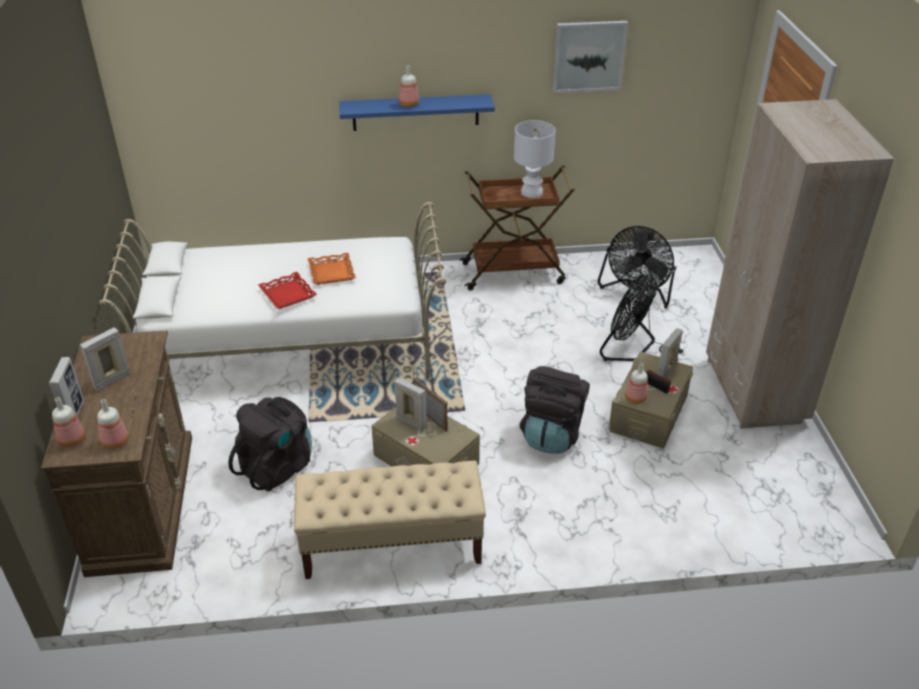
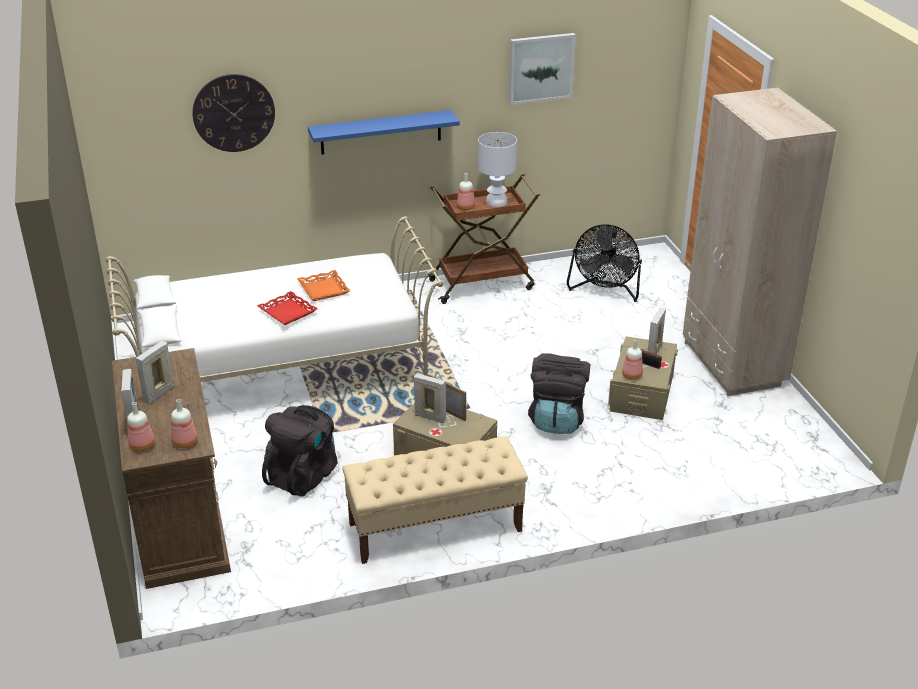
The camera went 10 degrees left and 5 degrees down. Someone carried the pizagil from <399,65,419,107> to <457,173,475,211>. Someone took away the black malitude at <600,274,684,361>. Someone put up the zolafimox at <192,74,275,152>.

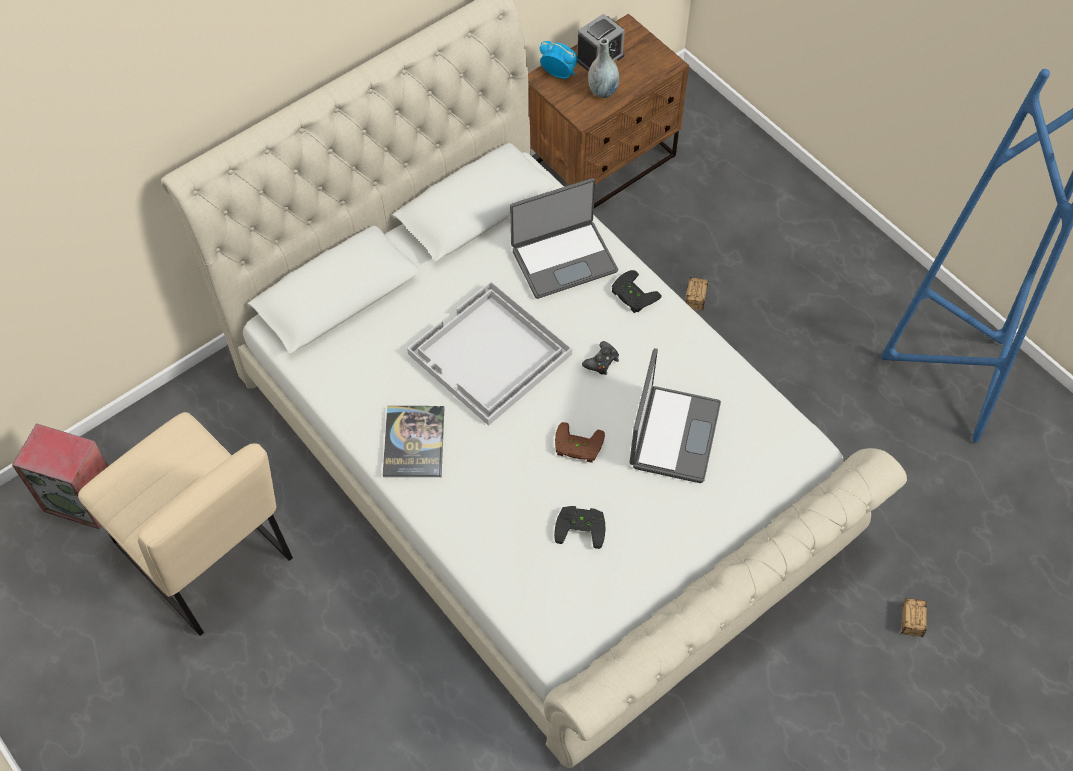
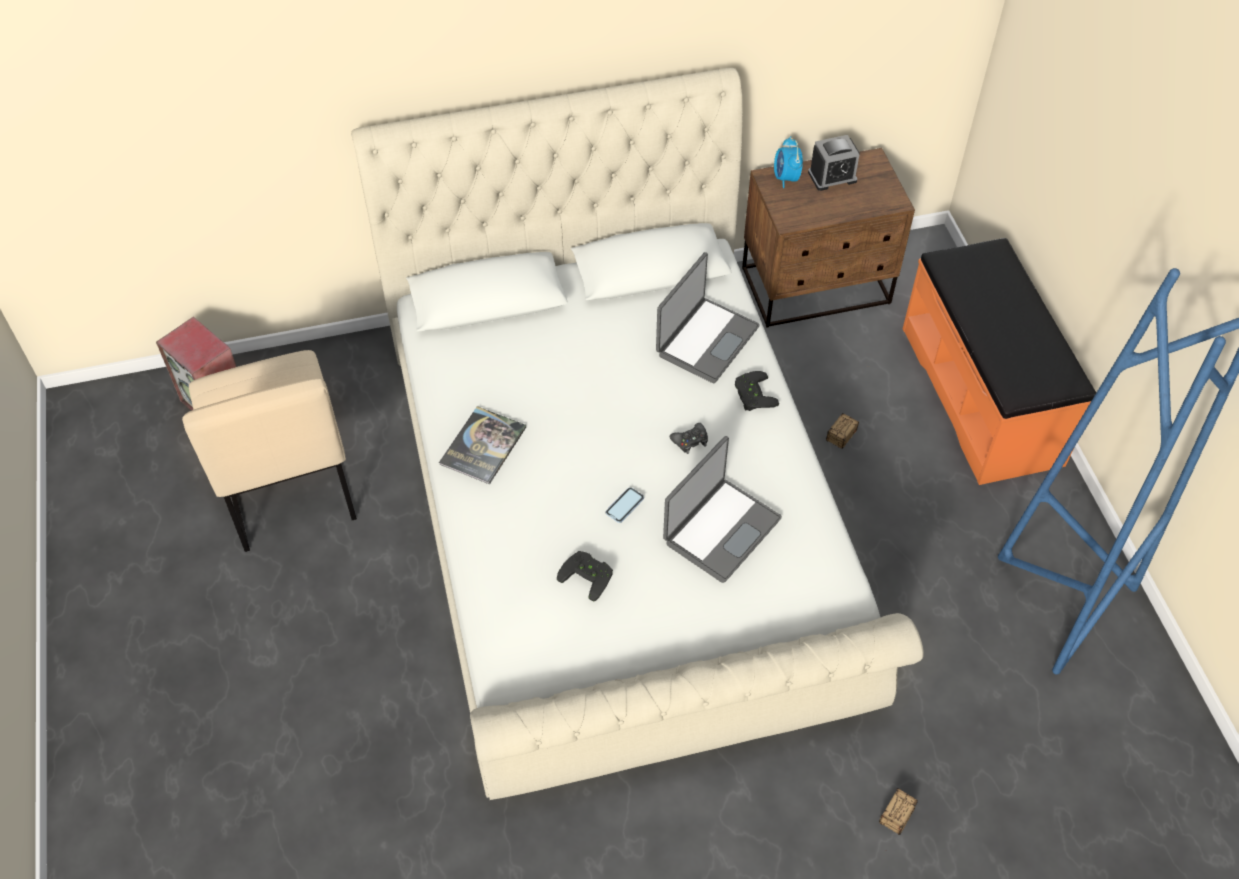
The camera went 25 degrees right and 5 degrees down. Someone took away the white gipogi at <407,281,572,426>. Someone rotated the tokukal at <510,178,618,299> by 60 degrees counterclockwise. Someone rotated the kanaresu at <540,41,577,79> by 150 degrees counterclockwise. Someone swapped the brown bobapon at <555,422,605,463> for the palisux at <606,487,644,523>. Someone took away the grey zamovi at <588,38,620,98>. Someone put down the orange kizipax at <903,238,1096,485>.

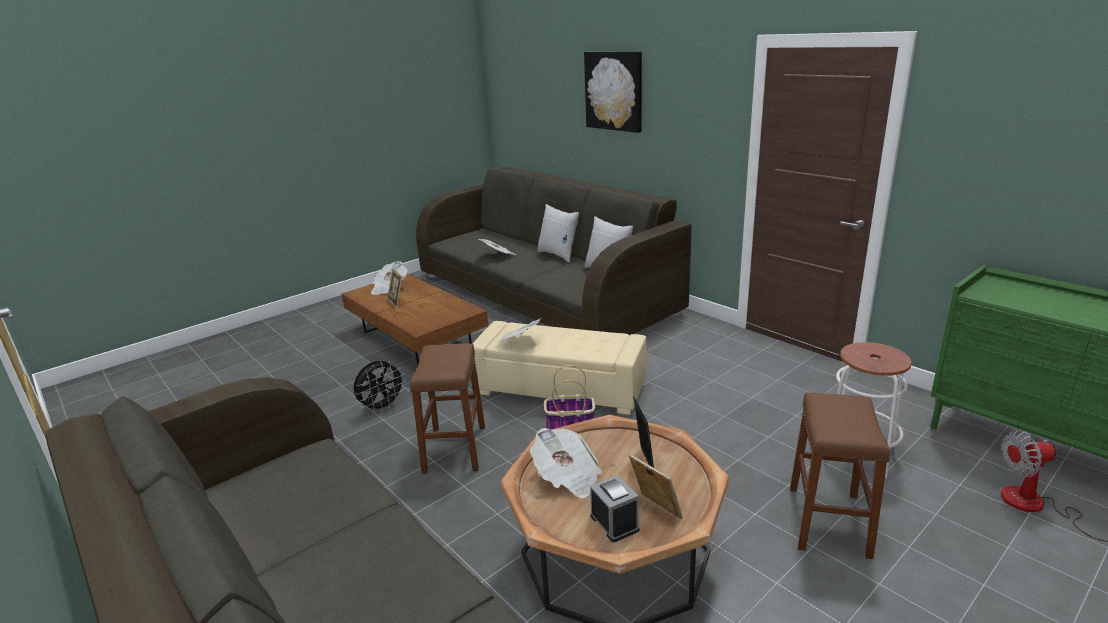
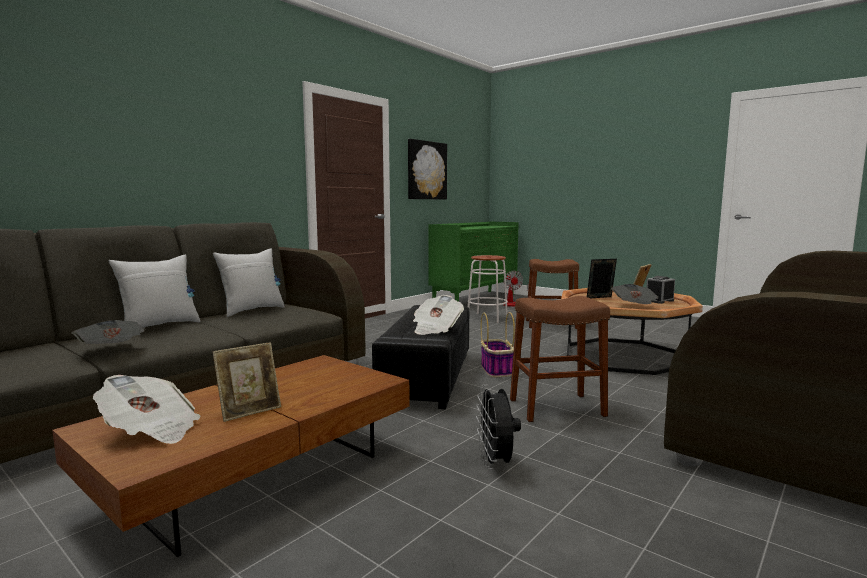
The camera went 100 degrees left and 15 degrees down. Someone rotated the black malitude at <354,361,406,413> by 135 degrees counterclockwise. Someone repainted the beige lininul at <472,321,646,415>, which became the black lininul at <372,305,469,409>. Someone carried the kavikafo from <584,51,642,133> to <408,139,447,200>.

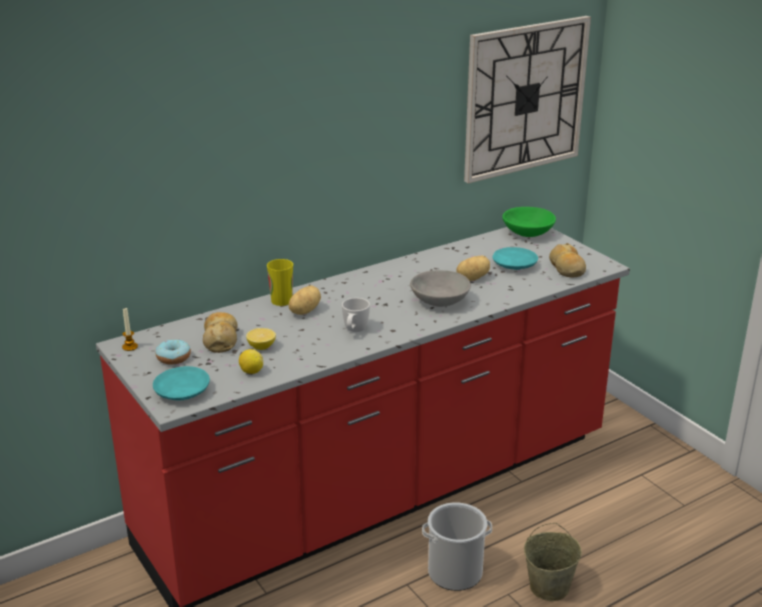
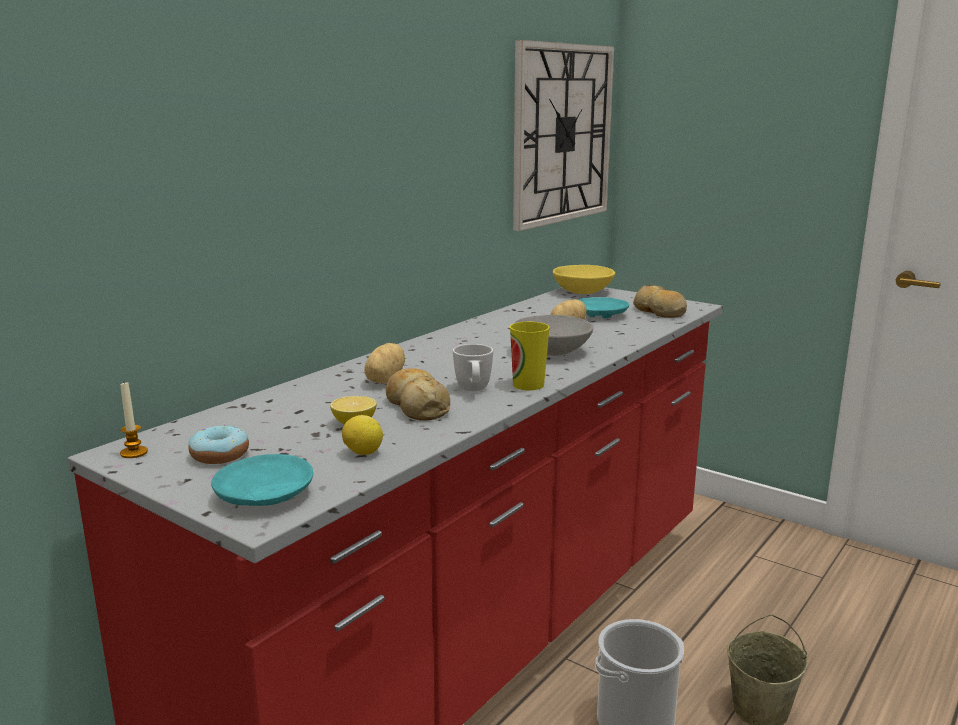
The camera went 20 degrees left and 10 degrees down. Someone carried the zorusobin from <203,312,238,353> to <386,369,450,421>. Someone carried the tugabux from <267,259,293,306> to <510,322,550,390>. Someone repainted the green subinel at <502,207,556,237>, which became the yellow subinel at <553,265,615,294>.

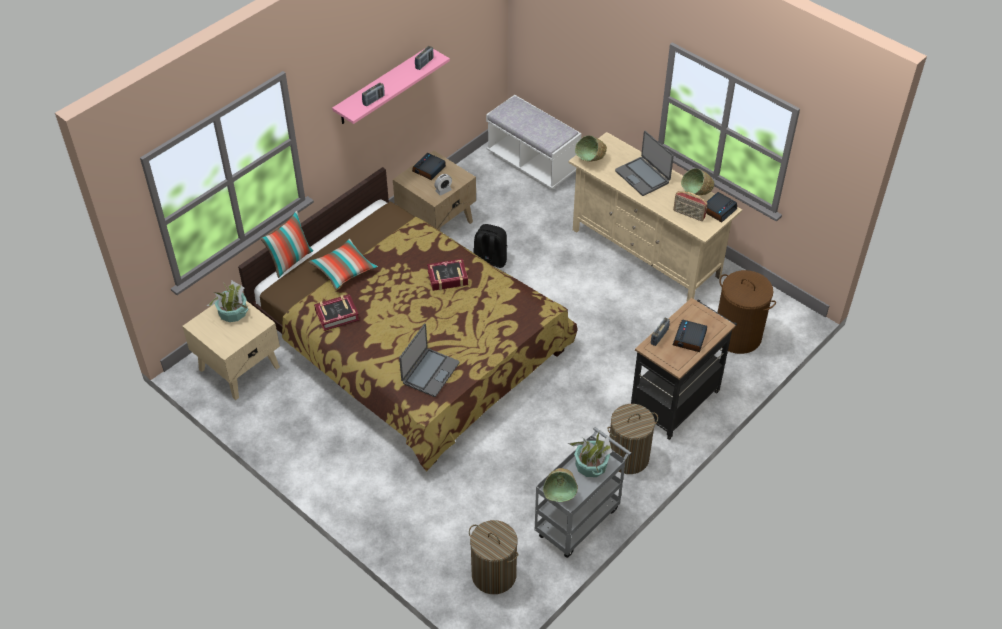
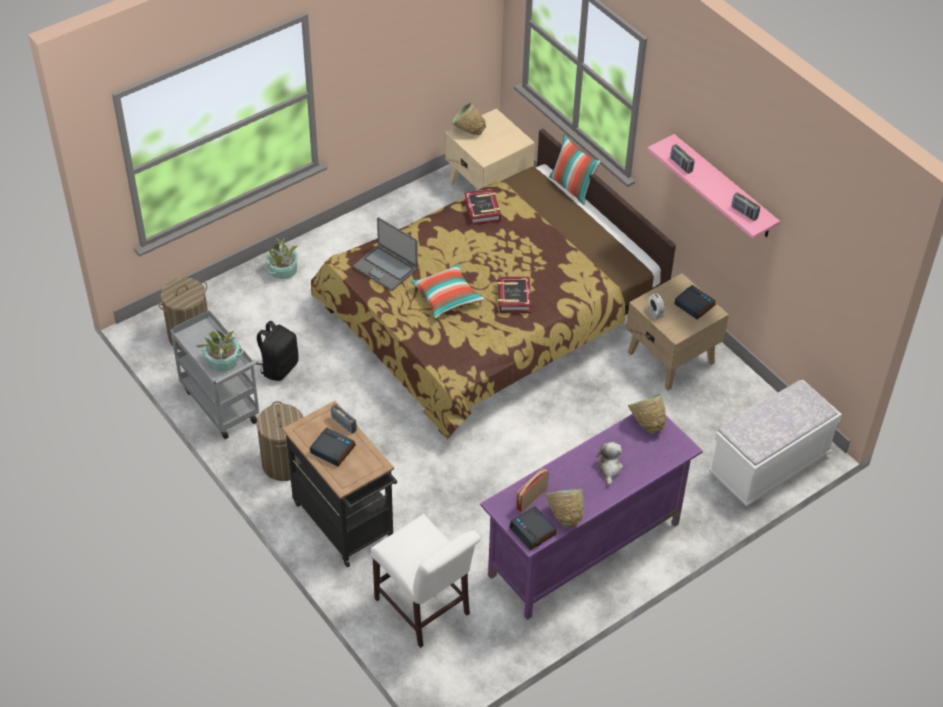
The camera went 100 degrees right and 0 degrees up. Someone carried the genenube from <207,280,249,322> to <266,239,298,280>. Someone carried the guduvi from <309,239,378,289> to <411,263,485,318>. Someone carried the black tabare from <473,224,507,268> to <257,321,299,381>. Someone carried the green subinel from <543,468,578,502> to <452,103,486,135>. Someone repainted the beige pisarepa at <569,132,742,301>, which became the purple pisarepa at <480,414,703,620>. Someone swapped the tokukal at <615,131,674,196> for the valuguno at <596,442,623,486>. Someone swapped the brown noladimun at <717,270,776,354> for the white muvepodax at <371,514,480,648>.

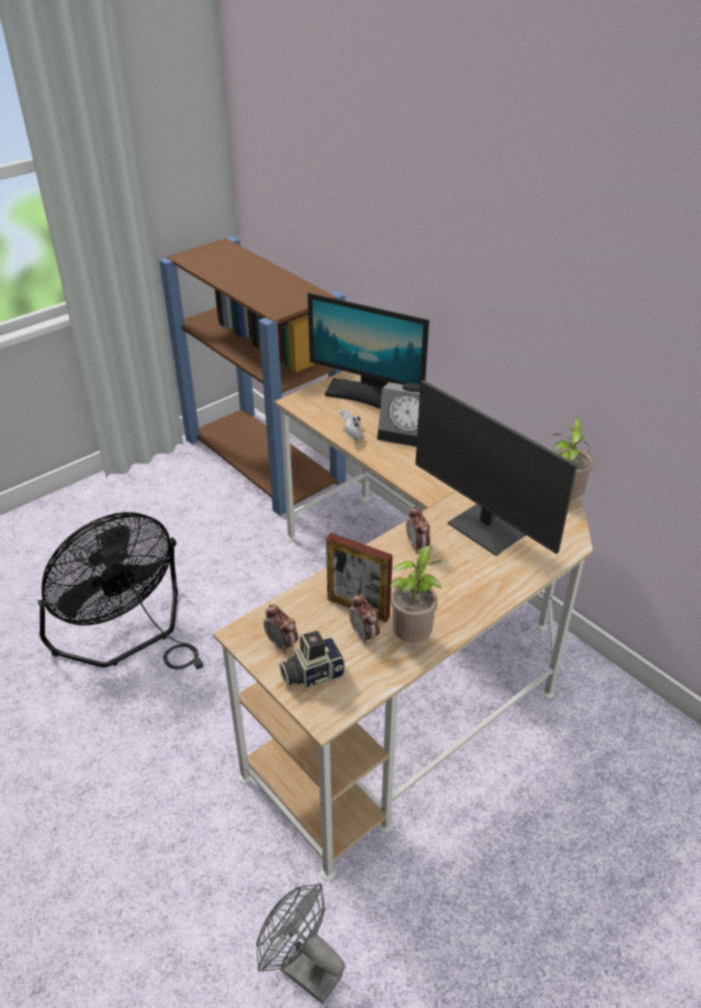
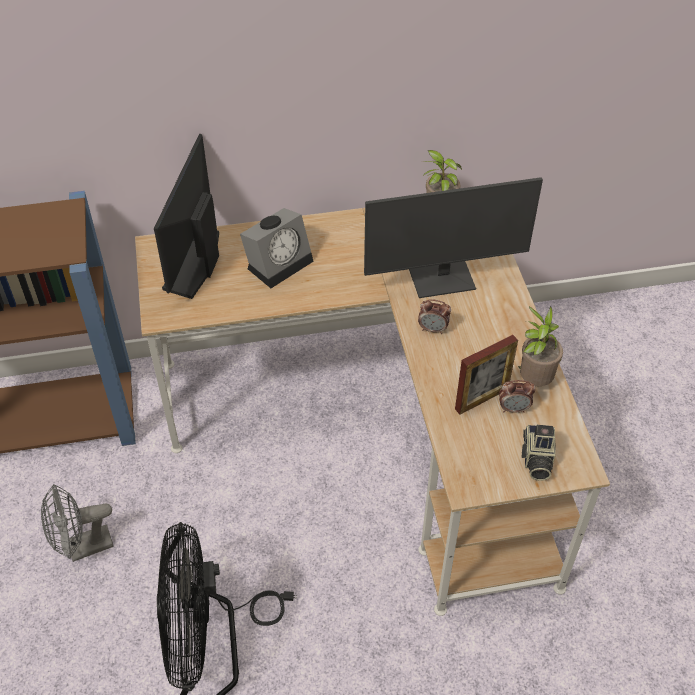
The camera went 60 degrees left and 10 degrees up. Someone carried the grey malitude from <256,883,345,1004> to <41,484,114,562>. Someone took away the kanaresu at <264,604,298,654>. Someone rotated the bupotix at <308,293,429,409> by 135 degrees clockwise. Someone took away the white bobapon at <339,409,364,440>.

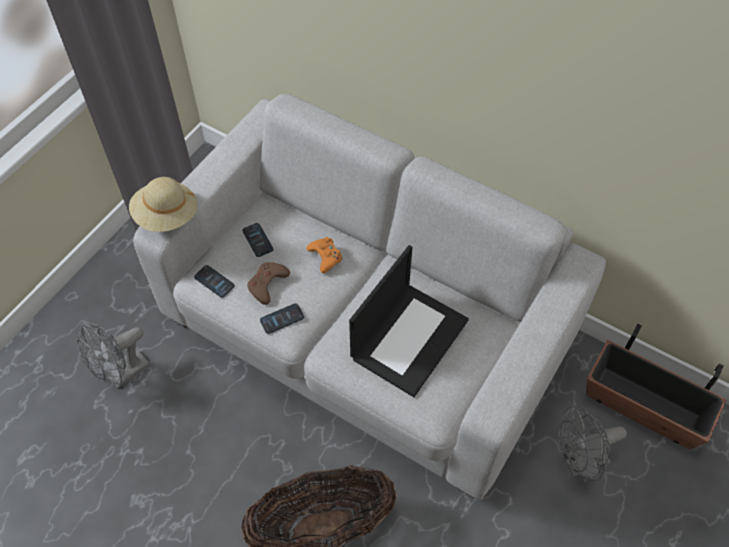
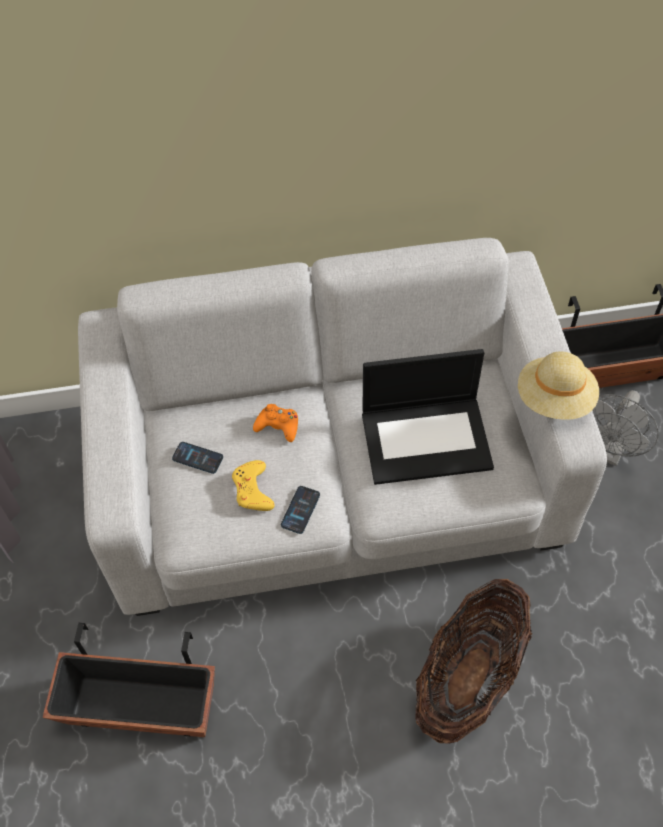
The camera went 40 degrees left and 0 degrees up. Someone swapped the grey malitude at <77,323,150,388> for the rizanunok at <43,623,215,737>. Someone carried the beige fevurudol from <129,177,197,232> to <518,351,599,420>. Someone took away the palisux at <194,265,235,298>. Someone repainted the brown bobapon at <247,262,290,305>, which became the yellow bobapon at <232,460,275,511>. Someone rotated the tokukal at <349,245,469,397> by 90 degrees clockwise.

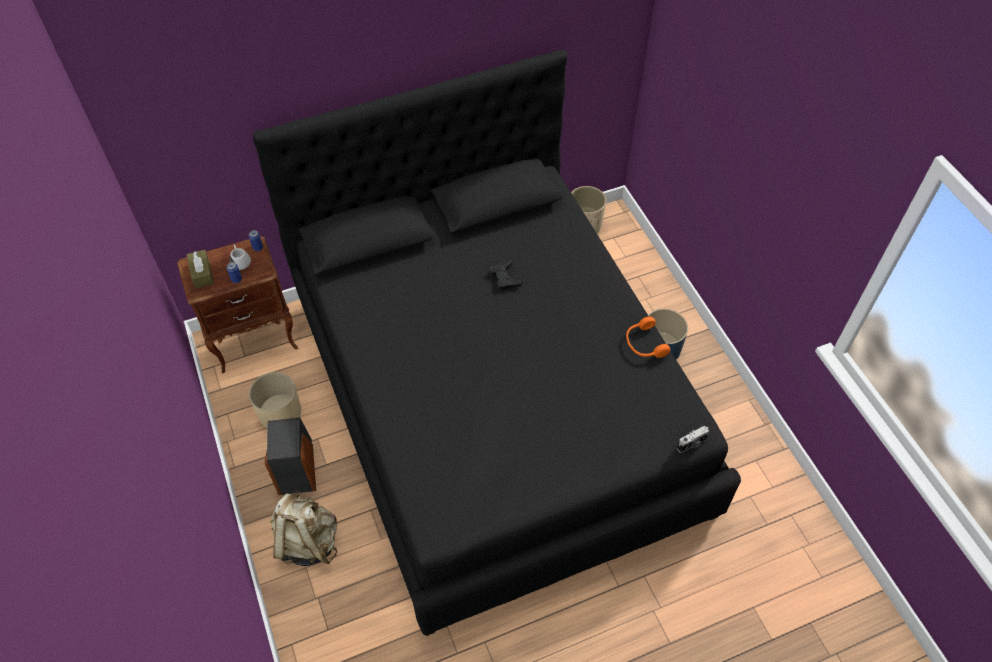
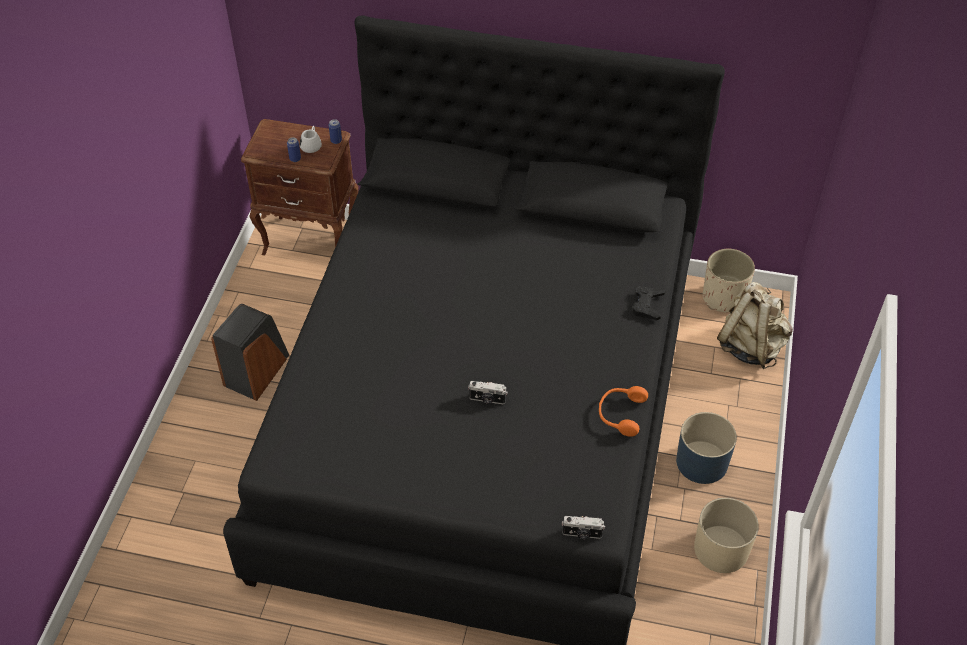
The camera went 35 degrees right and 5 degrees down. Someone took away the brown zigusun at <186,250,214,289>. Someone carried the beige rizanunok from <249,372,301,428> to <694,498,759,573>. Someone carried the beige tabare from <270,490,337,566> to <717,282,793,369>. Someone carried the black bobapon from <490,259,523,290> to <632,286,666,320>. Someone put down the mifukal at <468,381,508,404>.

